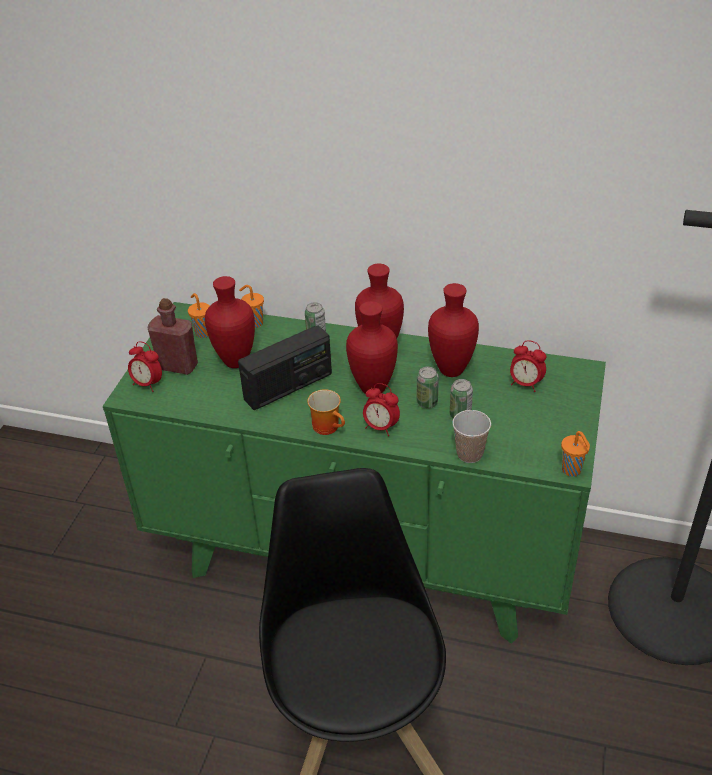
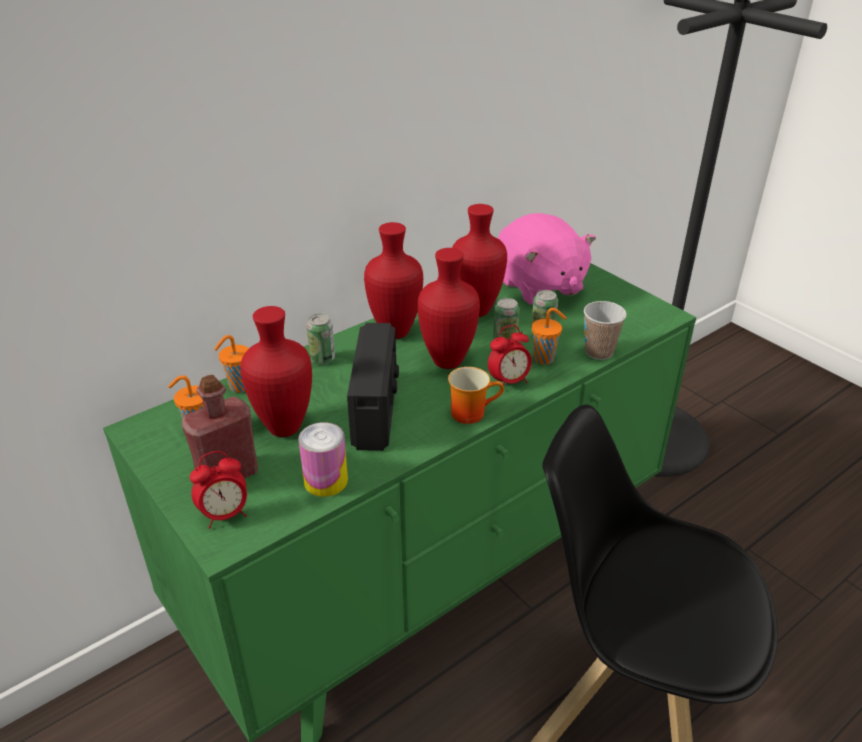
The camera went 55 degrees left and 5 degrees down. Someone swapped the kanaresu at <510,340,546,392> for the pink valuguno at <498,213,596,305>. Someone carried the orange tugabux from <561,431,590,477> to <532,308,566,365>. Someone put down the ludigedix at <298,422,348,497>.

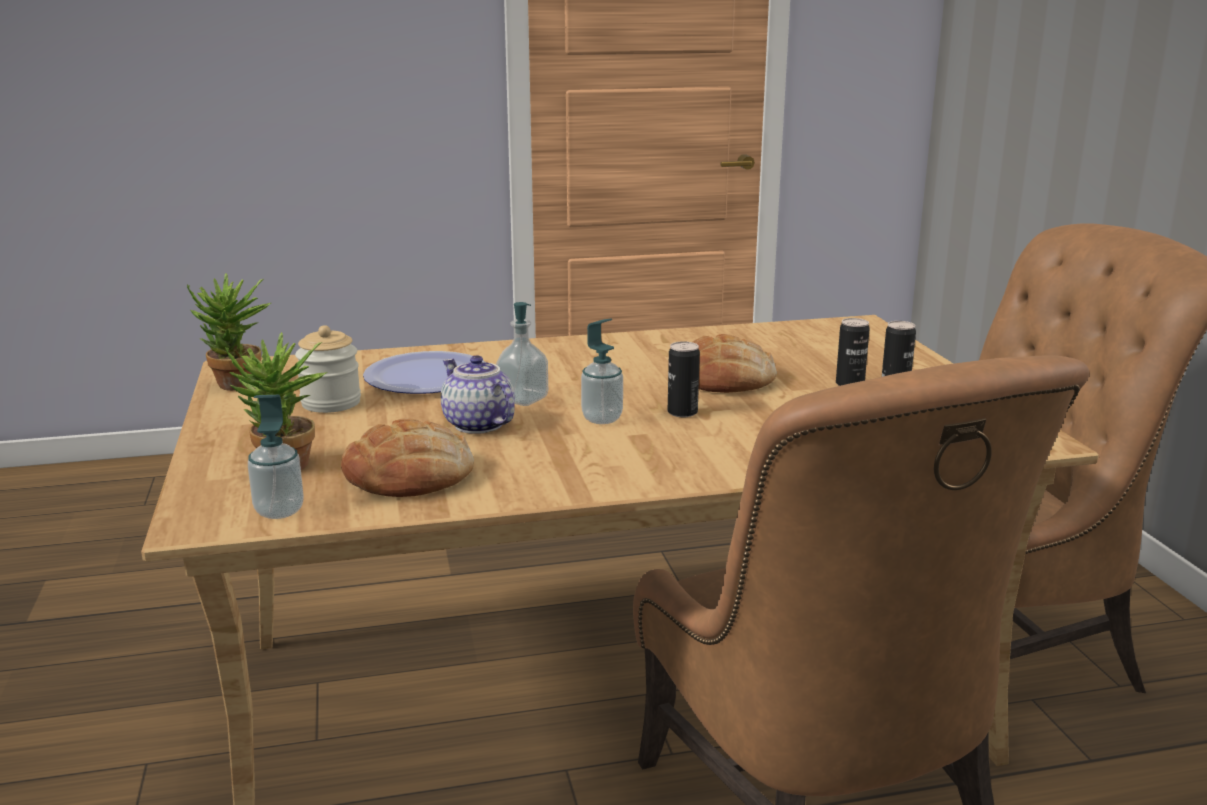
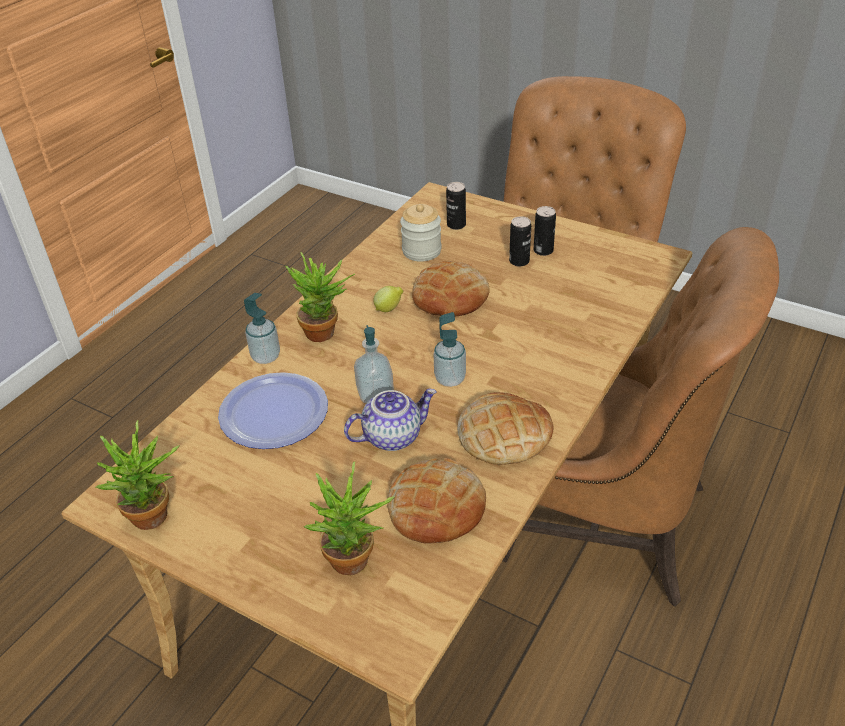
The camera went 45 degrees left and 20 degrees up. Someone carried the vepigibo from <248,395,304,519> to <244,293,280,364>. Someone carried the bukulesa from <295,325,361,413> to <400,204,441,262>. Someone rotated the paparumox at <441,356,515,434> by 150 degrees clockwise. Someone carried the ludigedix from <668,341,700,417> to <446,182,466,230>. Someone put down the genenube at <285,252,355,342>. Someone put down the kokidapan at <373,286,403,312>. Someone put down the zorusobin at <457,392,553,465>.

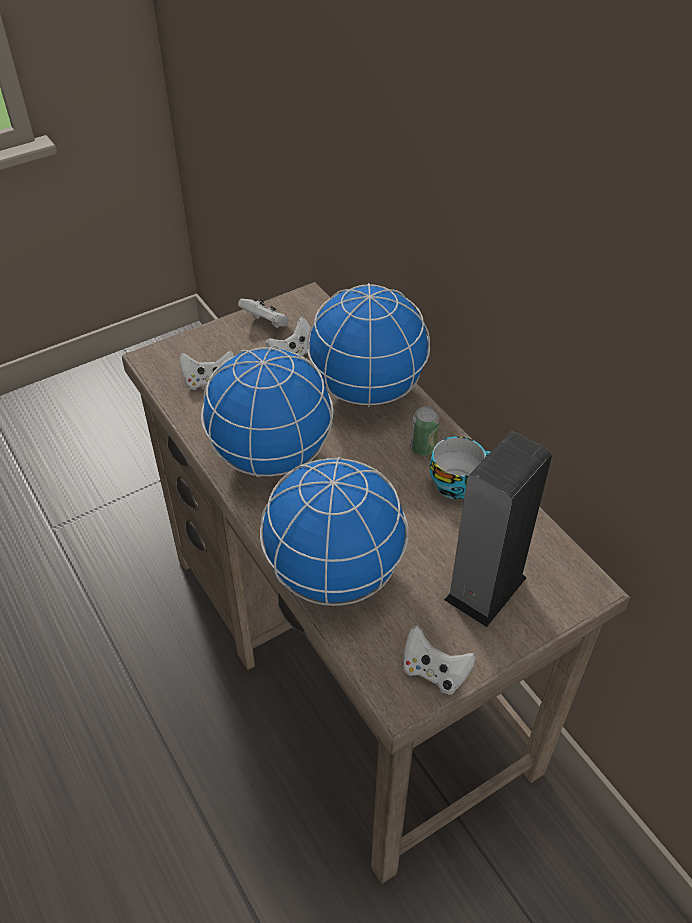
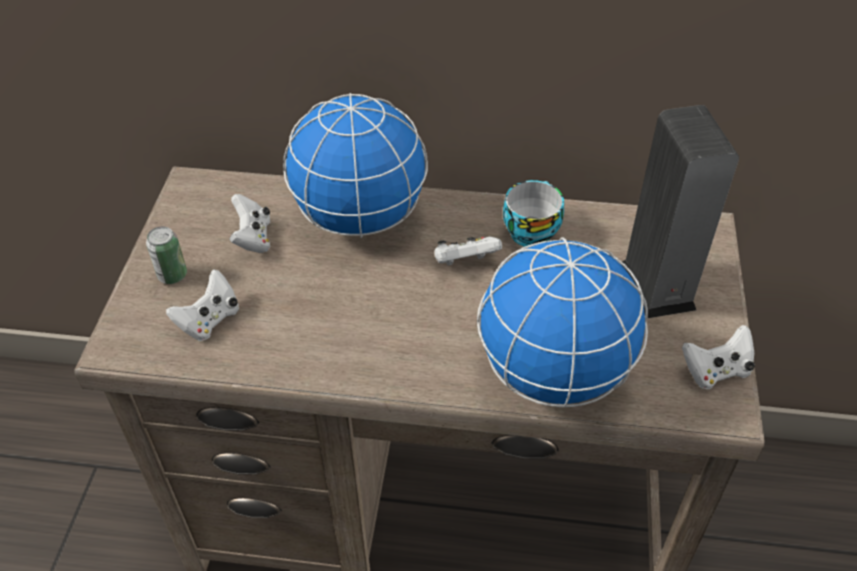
The camera went 50 degrees left and 0 degrees up. Someone took away the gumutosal at <201,346,334,477>. Someone carried the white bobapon from <238,298,289,328> to <434,236,502,266>. Someone carried the ludigedix from <411,406,439,456> to <146,226,187,284>.

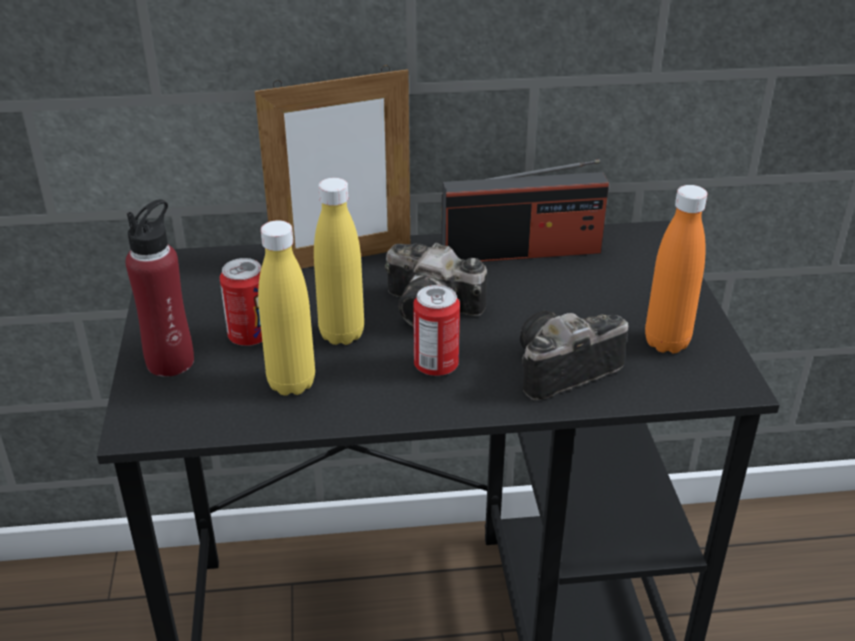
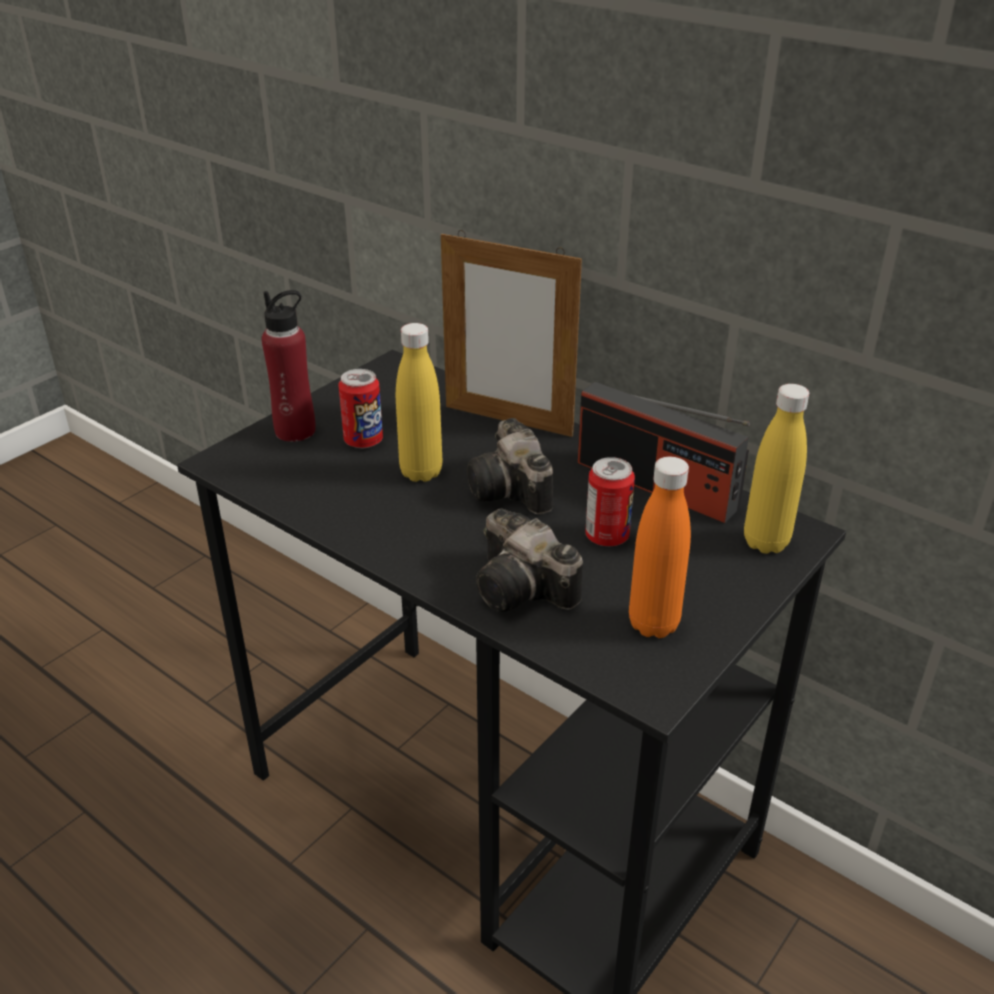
The camera went 45 degrees right and 0 degrees up. Someone carried the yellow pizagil from <258,220,315,396> to <744,384,809,554>. Someone carried the ludigedix from <413,285,460,376> to <585,457,635,546>. Someone rotated the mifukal at <520,311,629,400> by 150 degrees counterclockwise.

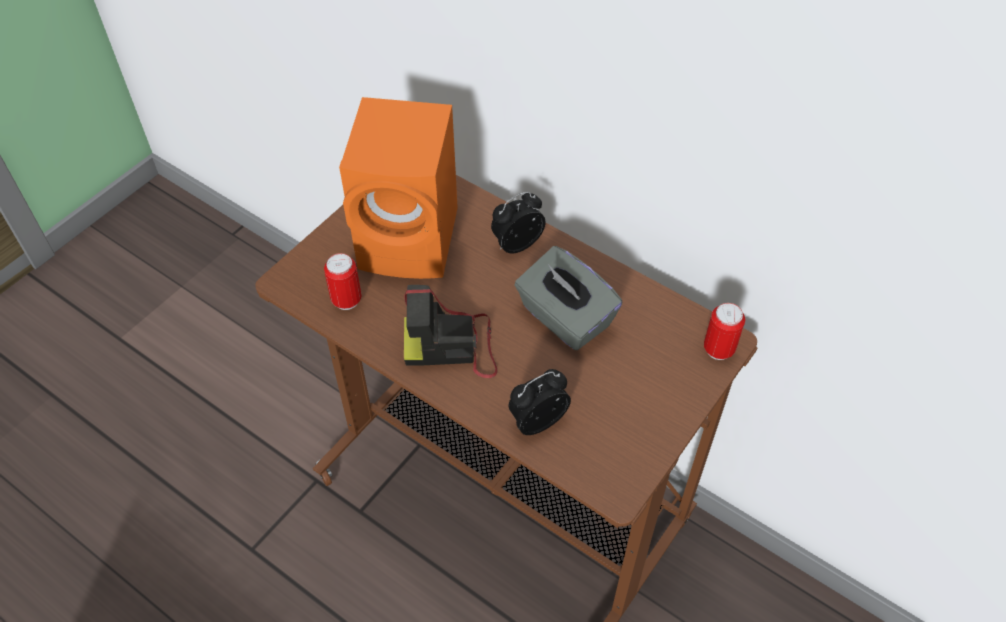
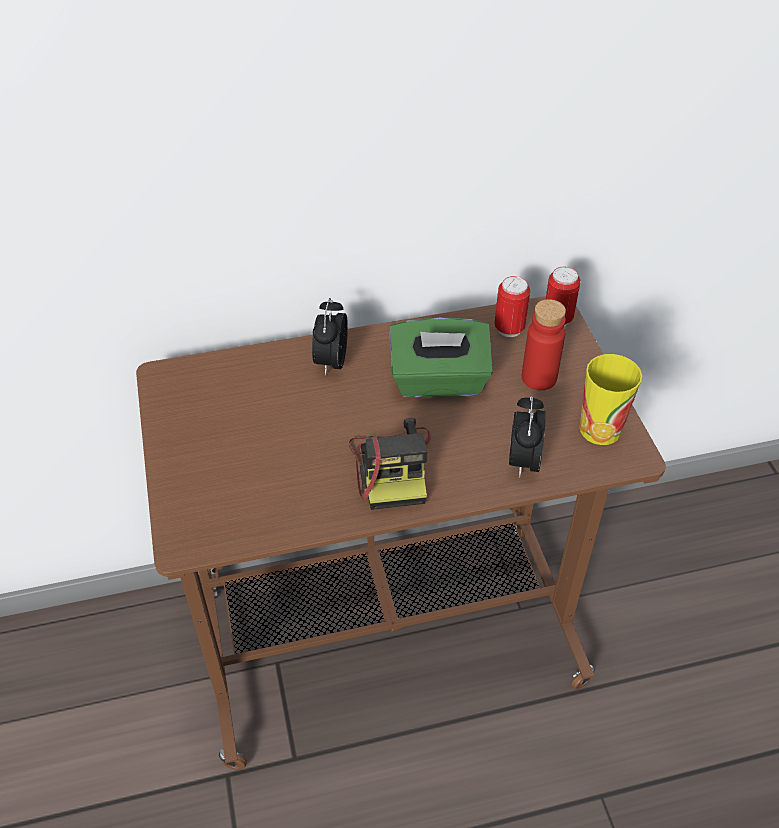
The camera went 50 degrees left and 5 degrees down. Someone carried the ludigedix from <324,253,362,310> to <495,276,530,337>. Someone took away the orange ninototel at <339,97,458,279>. Someone rotated the mifukal at <404,285,498,378> by 45 degrees counterclockwise. Someone repainted the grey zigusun at <515,246,623,350>, which became the green zigusun at <389,318,493,398>. Someone put down the red pizagil at <522,299,566,390>. Someone put down the tugabux at <580,354,642,445>.

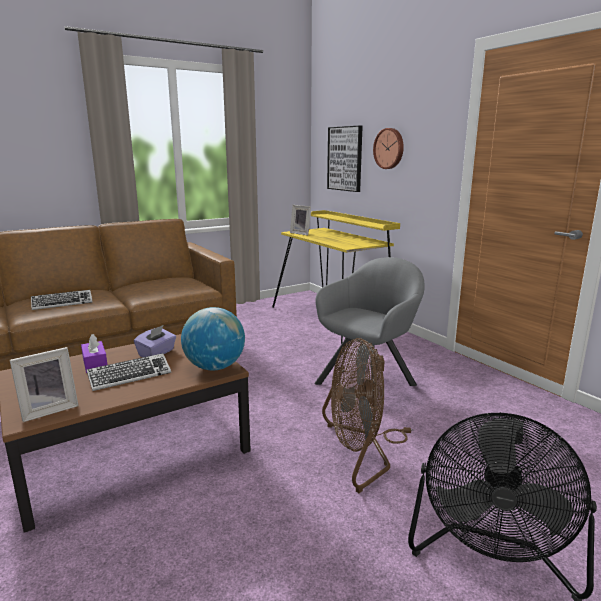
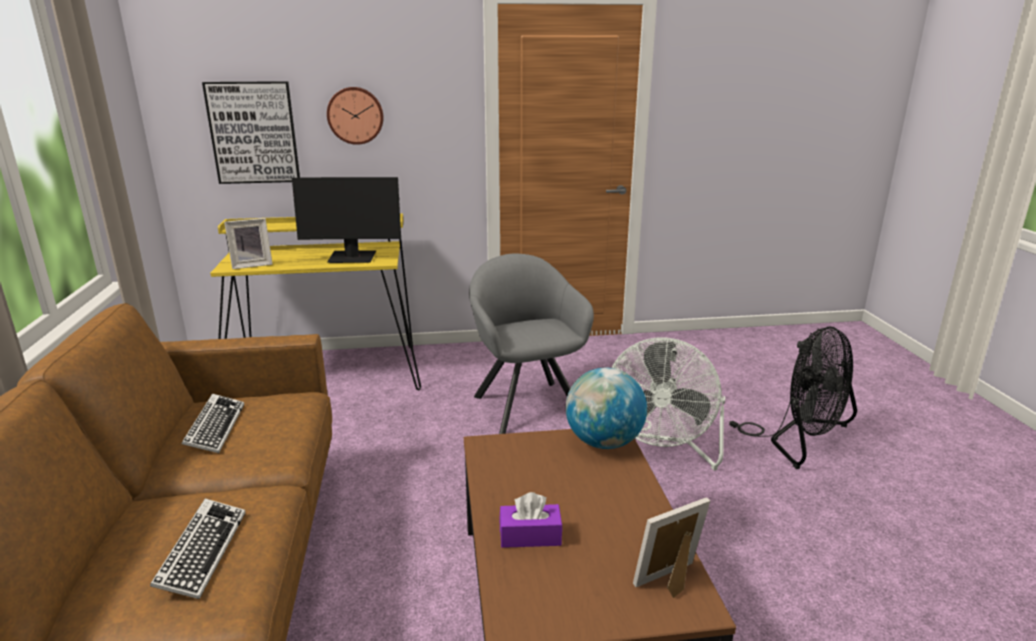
The camera went 65 degrees left and 5 degrees up. Someone rotated the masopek at <10,347,79,422> by 105 degrees counterclockwise. Someone carried the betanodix from <87,353,171,391> to <182,394,244,453>. Someone took away the purple zigusun at <134,325,176,357>. Someone repainted the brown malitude at <322,338,413,493>, which became the white malitude at <611,337,725,471>. Someone put down the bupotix at <292,177,401,263>.

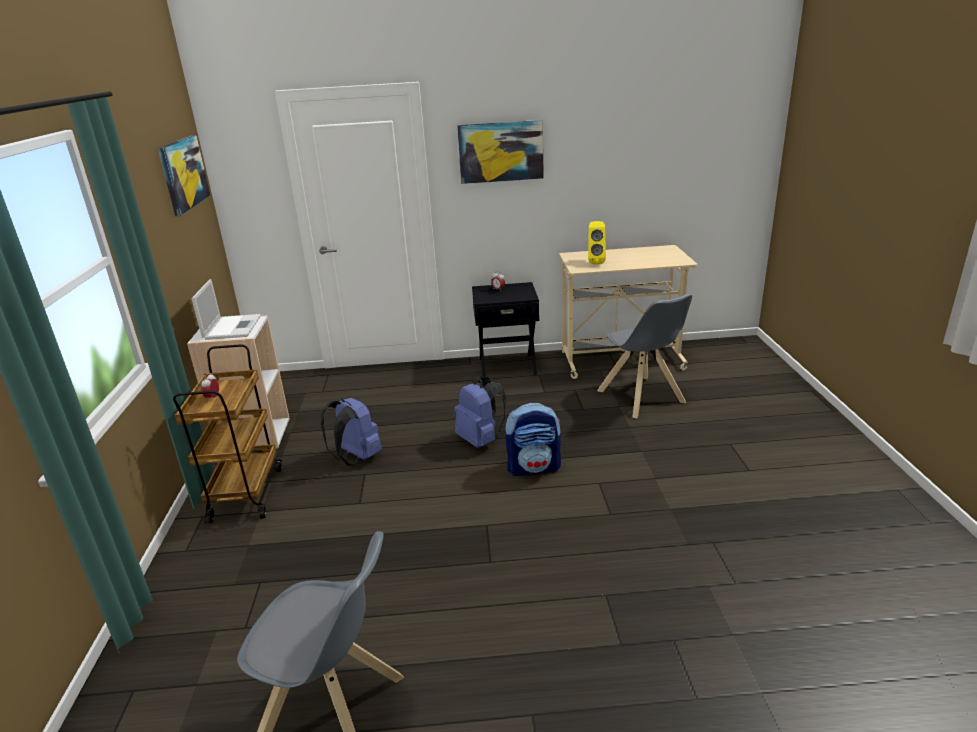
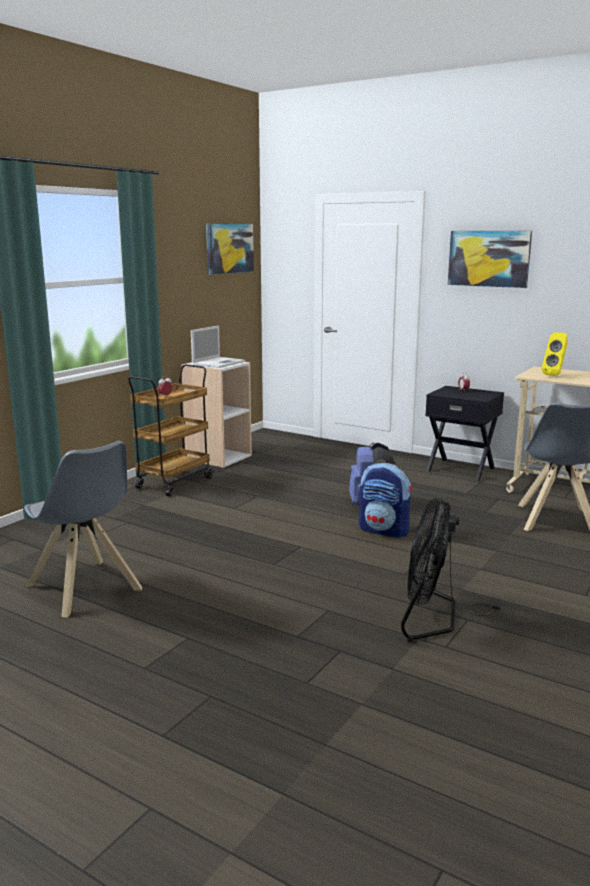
The camera went 35 degrees right and 10 degrees down. Someone took away the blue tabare at <320,398,382,466>. Someone put down the black malitude at <401,497,503,643>.

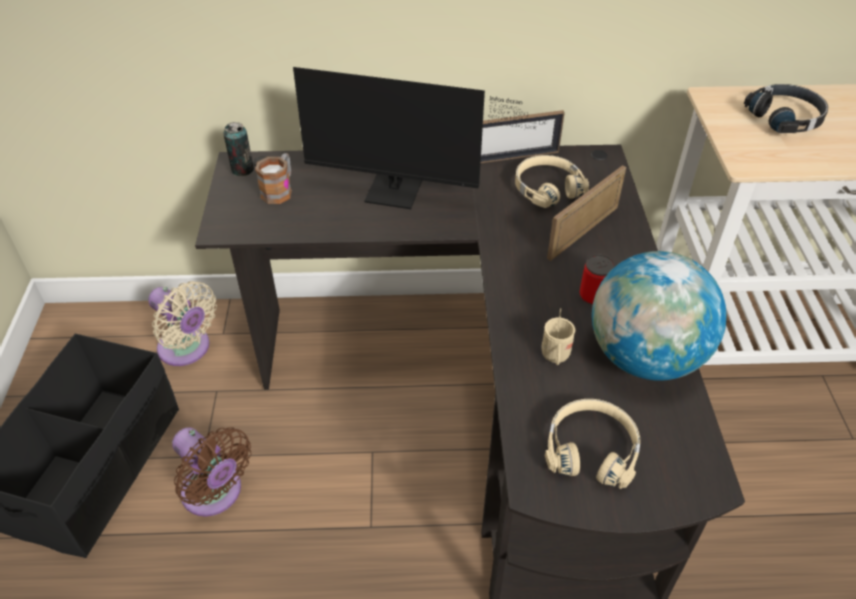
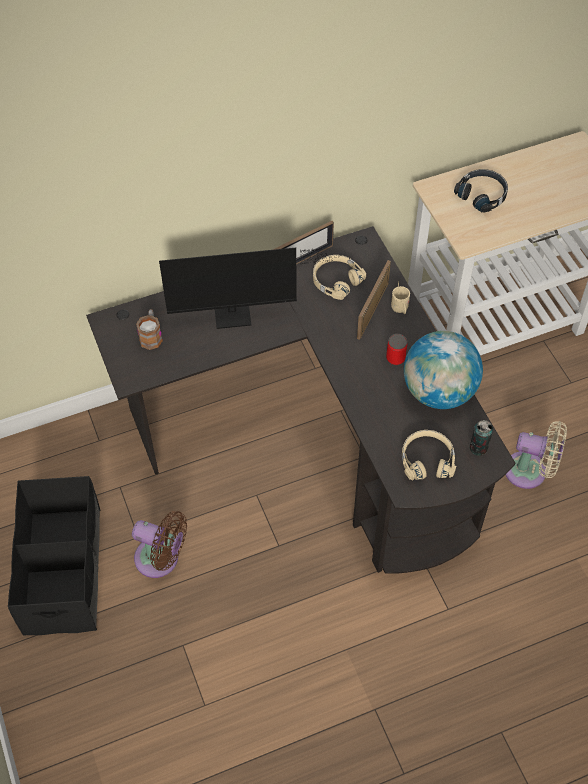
The camera went 20 degrees left and 10 degrees up. Someone carried the beige malitude from <148,281,217,366> to <506,421,567,489>. Someone carried the ludigedix from <224,122,254,176> to <470,420,493,456>. Someone carried the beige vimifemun from <541,308,575,365> to <391,281,410,314>.

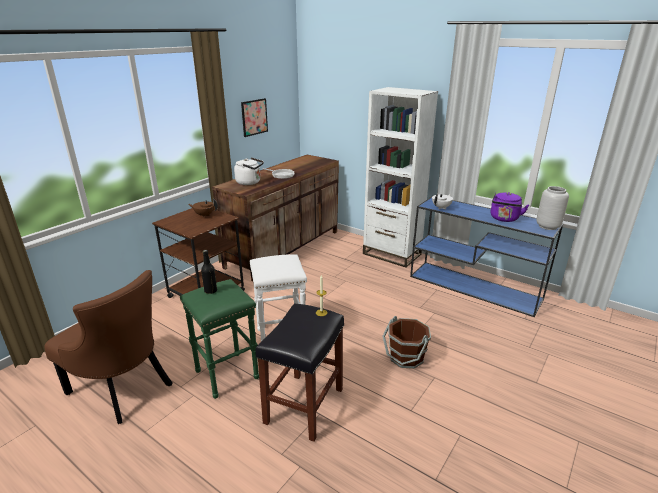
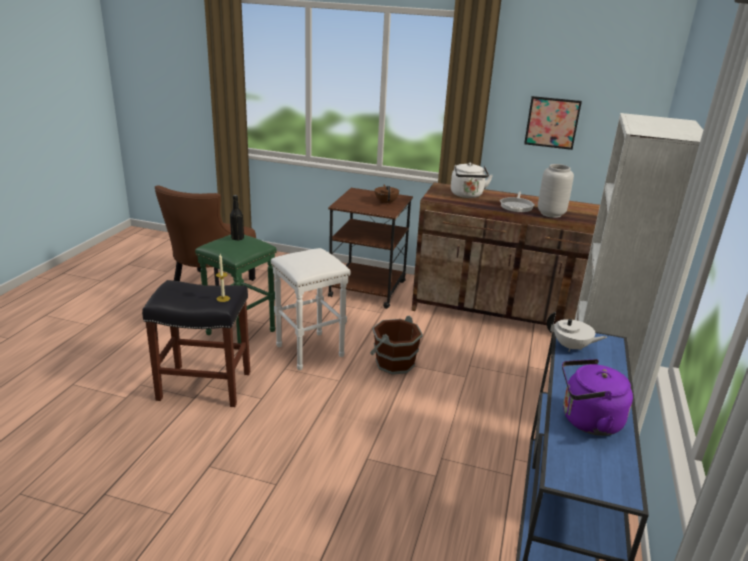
The camera went 70 degrees right and 0 degrees up. Someone carried the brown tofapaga from <382,316,431,369> to <370,315,423,375>. Someone carried the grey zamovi from <536,186,569,230> to <538,164,574,218>.

